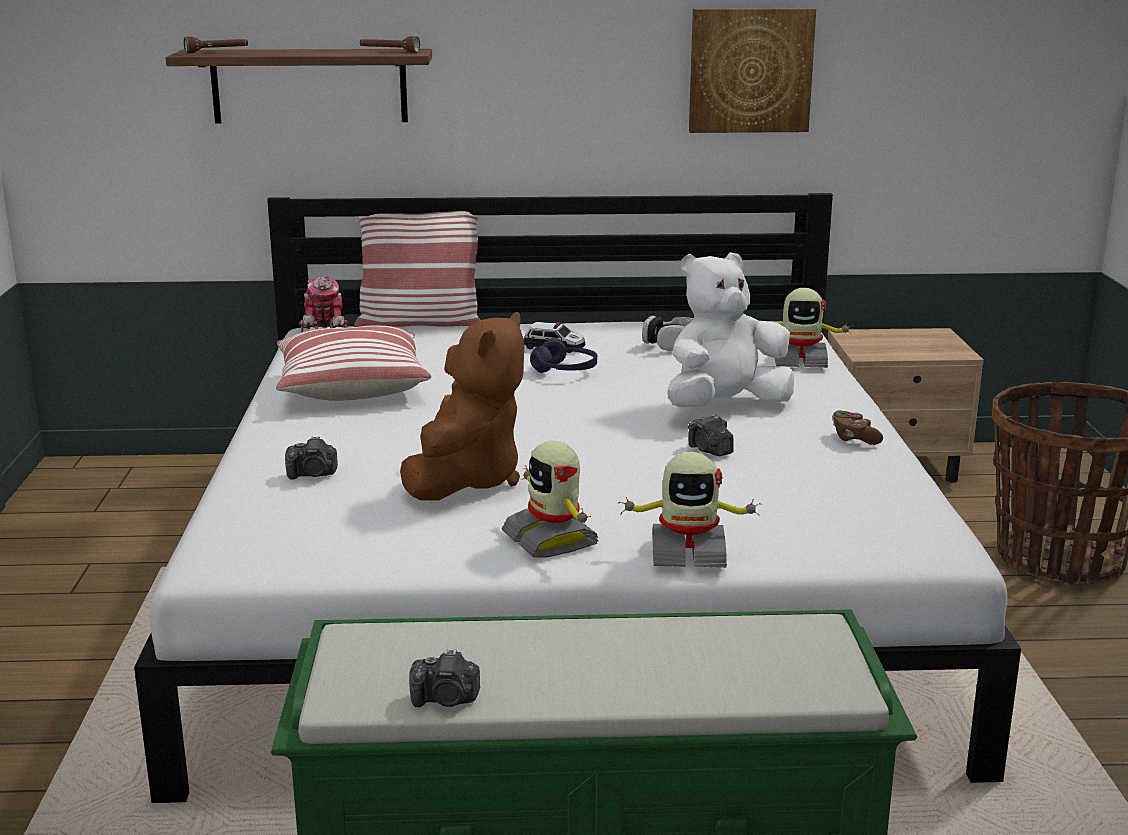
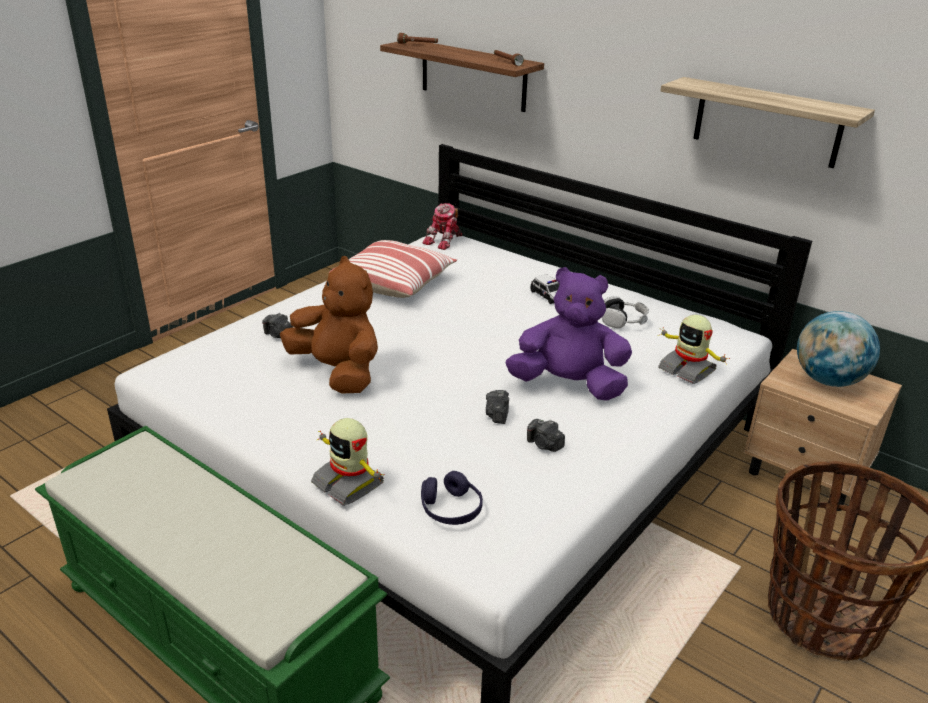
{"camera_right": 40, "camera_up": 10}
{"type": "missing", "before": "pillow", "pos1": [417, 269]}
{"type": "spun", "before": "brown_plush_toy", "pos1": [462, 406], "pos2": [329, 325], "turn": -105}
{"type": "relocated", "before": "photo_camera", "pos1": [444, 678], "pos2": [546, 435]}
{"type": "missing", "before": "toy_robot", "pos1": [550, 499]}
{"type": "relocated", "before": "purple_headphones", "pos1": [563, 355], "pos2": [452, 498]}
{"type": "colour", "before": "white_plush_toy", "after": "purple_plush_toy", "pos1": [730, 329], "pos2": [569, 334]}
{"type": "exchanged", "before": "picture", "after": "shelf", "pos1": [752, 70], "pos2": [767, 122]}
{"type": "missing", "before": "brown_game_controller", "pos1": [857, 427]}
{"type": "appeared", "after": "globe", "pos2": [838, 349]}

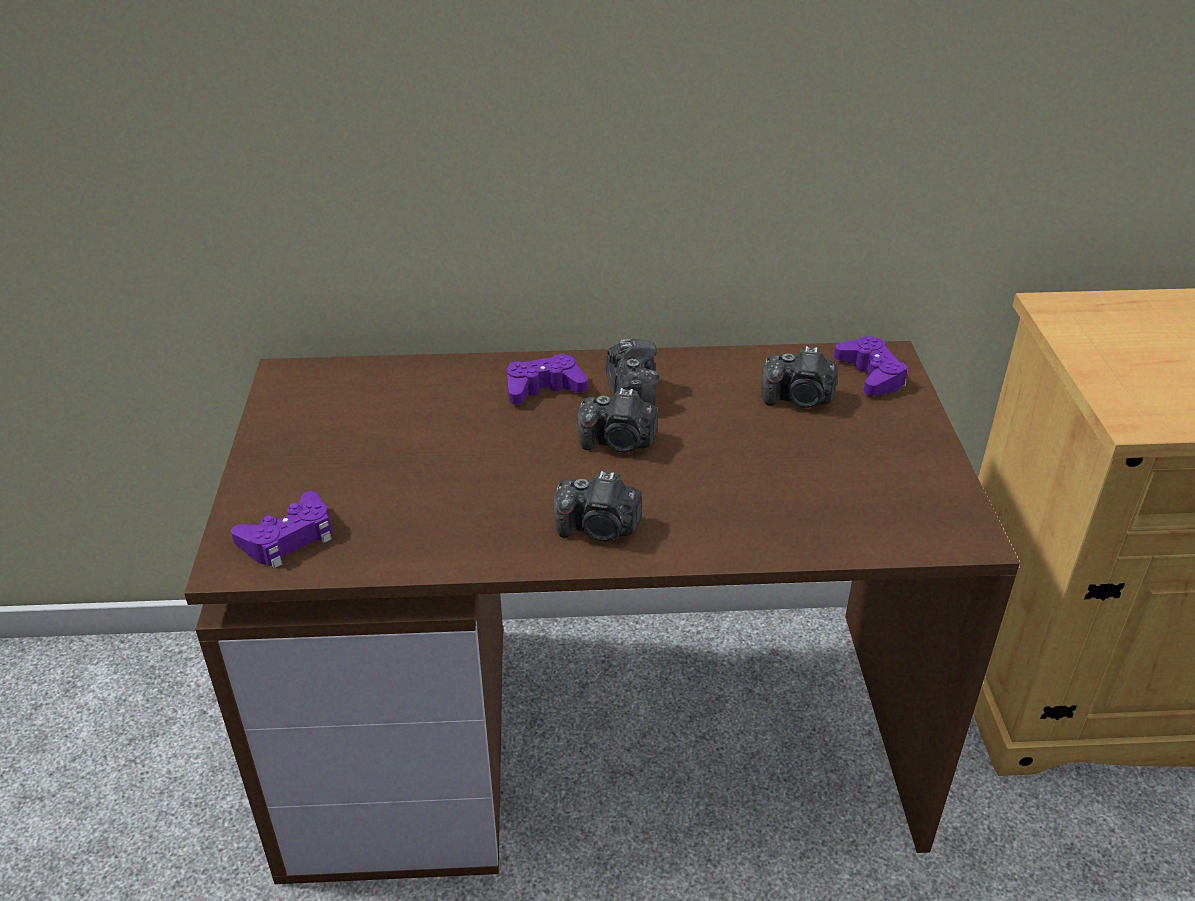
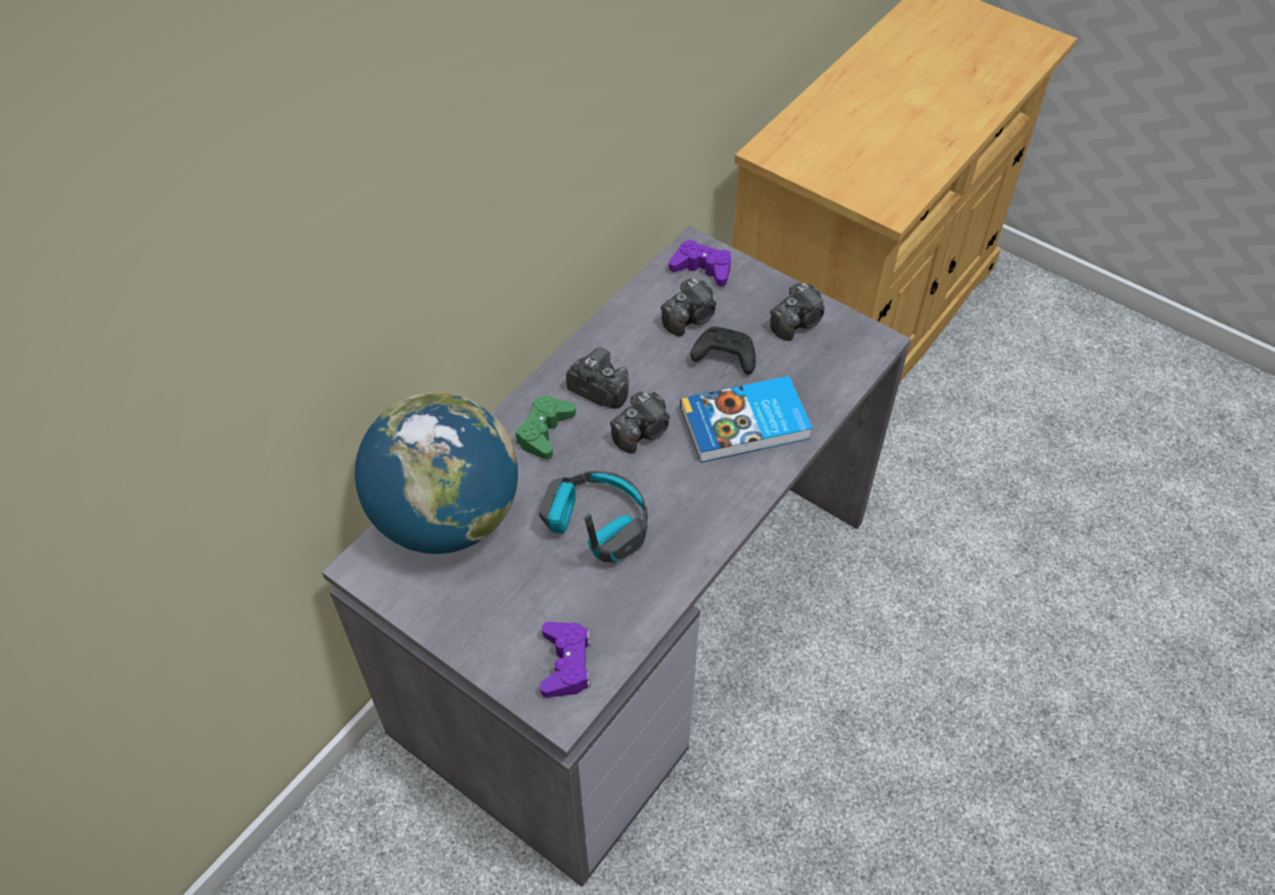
{"camera_right": -50, "camera_up": 15}
{"type": "colour", "before": "brown_desk", "after": "grey_desk", "pos1": [602, 612], "pos2": [616, 556]}
{"type": "colour", "before": "purple_game_controller", "after": "green_game_controller", "pos1": [547, 379], "pos2": [545, 427]}
{"type": "relocated", "before": "photo_camera", "pos1": [598, 506], "pos2": [797, 312]}
{"type": "appeared", "after": "globe", "pos2": [436, 473]}
{"type": "appeared", "after": "headphones", "pos2": [593, 517]}
{"type": "appeared", "after": "book", "pos2": [746, 419]}
{"type": "appeared", "after": "black_game_controller", "pos2": [723, 350]}

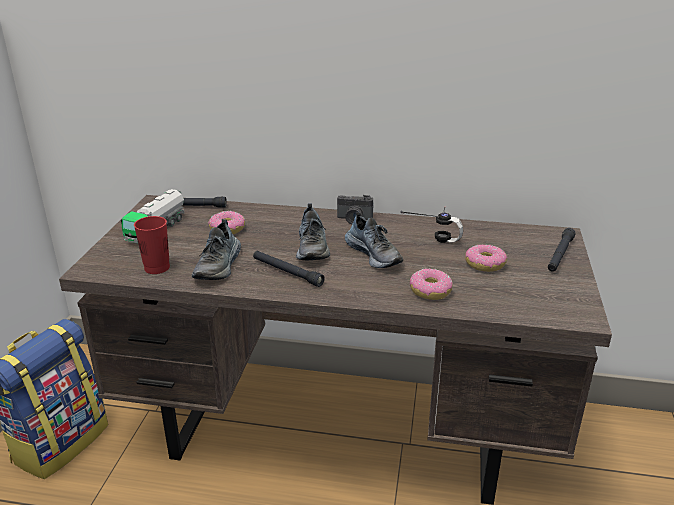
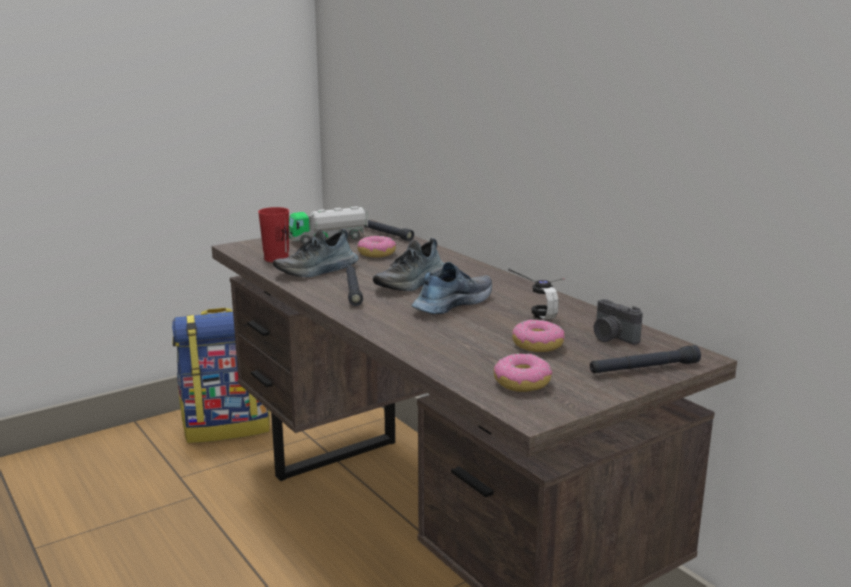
{"camera_right": 45, "camera_up": -10}
{"type": "relocated", "before": "photo_camera", "pos1": [355, 209], "pos2": [618, 322]}
{"type": "spun", "before": "shoe", "pos1": [374, 240], "pos2": [452, 288], "turn": -150}
{"type": "relocated", "before": "donut", "pos1": [431, 284], "pos2": [523, 372]}

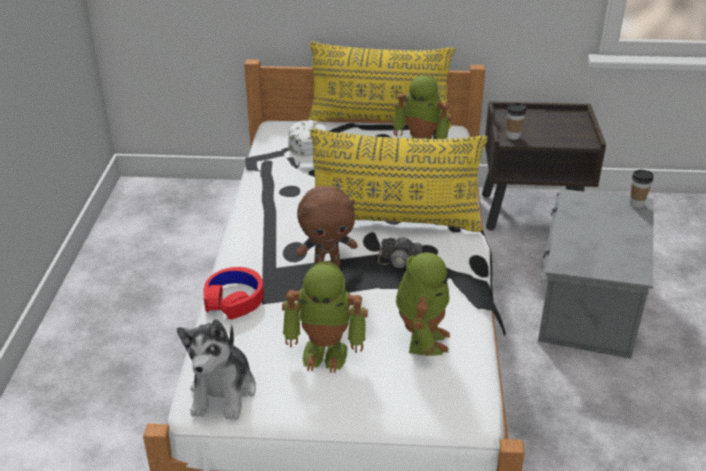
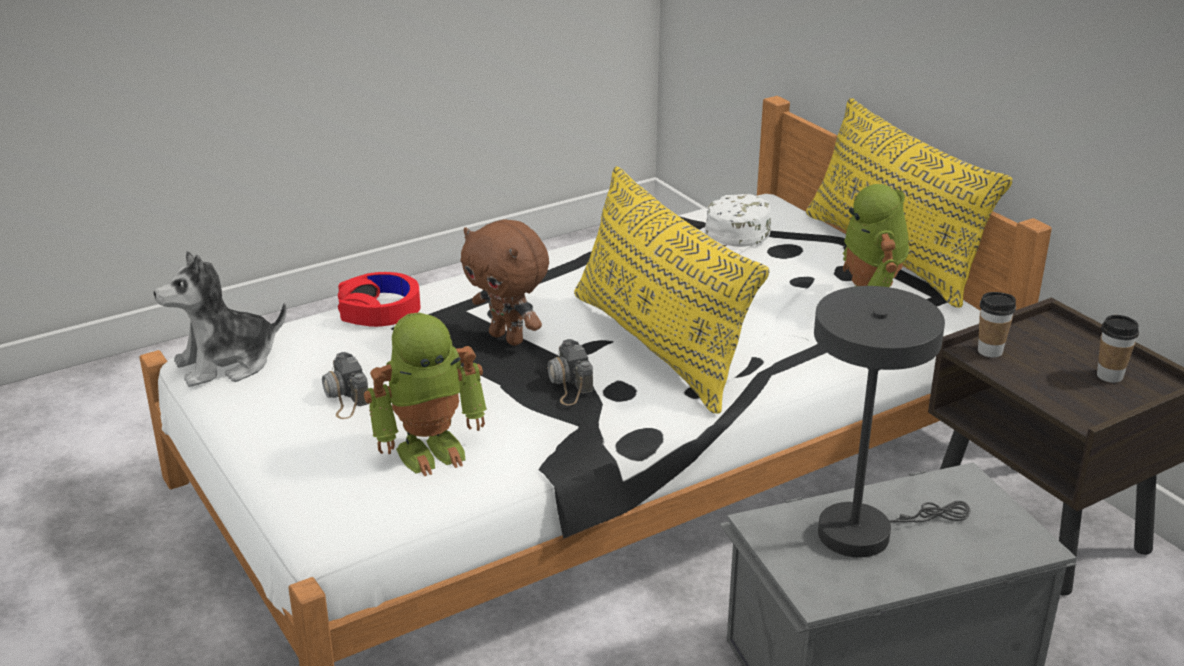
{"camera_right": 55, "camera_up": -5}
{"type": "exchanged", "before": "toy_robot", "after": "photo_camera", "pos1": [325, 317], "pos2": [345, 385]}
{"type": "relocated", "before": "cup", "pos1": [641, 189], "pos2": [1118, 349]}
{"type": "appeared", "after": "grey_table_lamp", "pos2": [892, 421]}

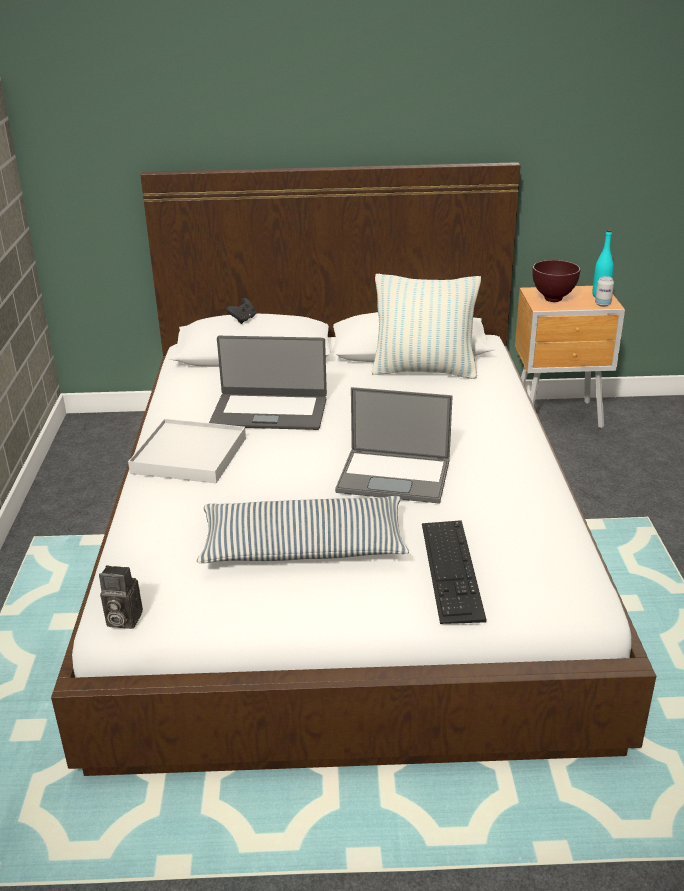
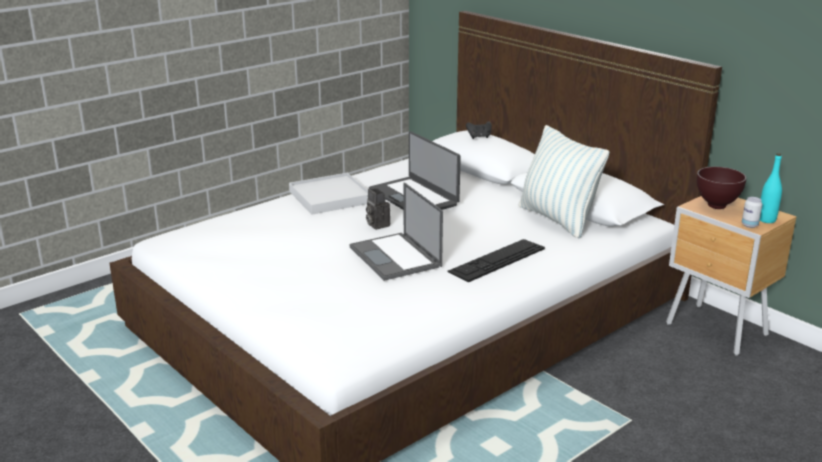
{"camera_right": 50, "camera_up": -5}
{"type": "relocated", "before": "photo_camera", "pos1": [121, 597], "pos2": [378, 209]}
{"type": "missing", "before": "pillow", "pos1": [303, 529]}
{"type": "relocated", "before": "keyboard", "pos1": [454, 572], "pos2": [496, 260]}

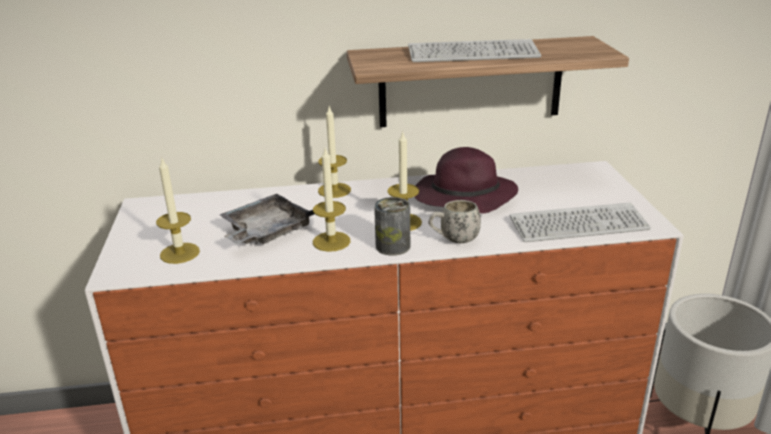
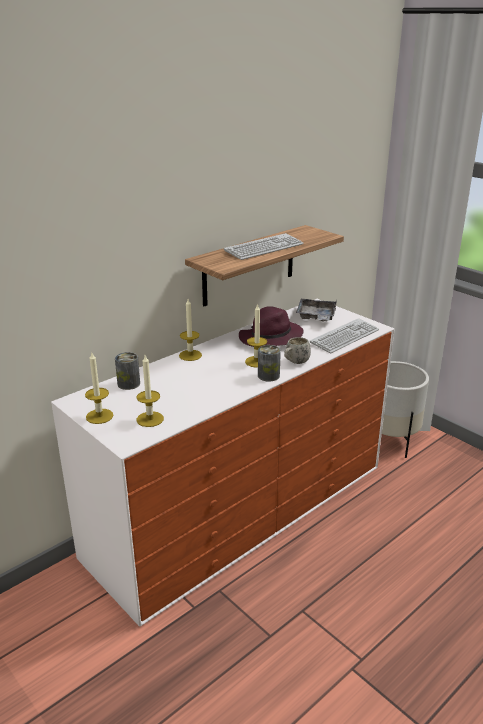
{"camera_right": -35, "camera_up": 0}
{"type": "relocated", "before": "grey_tray", "pos1": [267, 219], "pos2": [316, 310]}
{"type": "relocated", "before": "candle", "pos1": [331, 200], "pos2": [99, 387]}
{"type": "appeared", "after": "can", "pos2": [127, 371]}

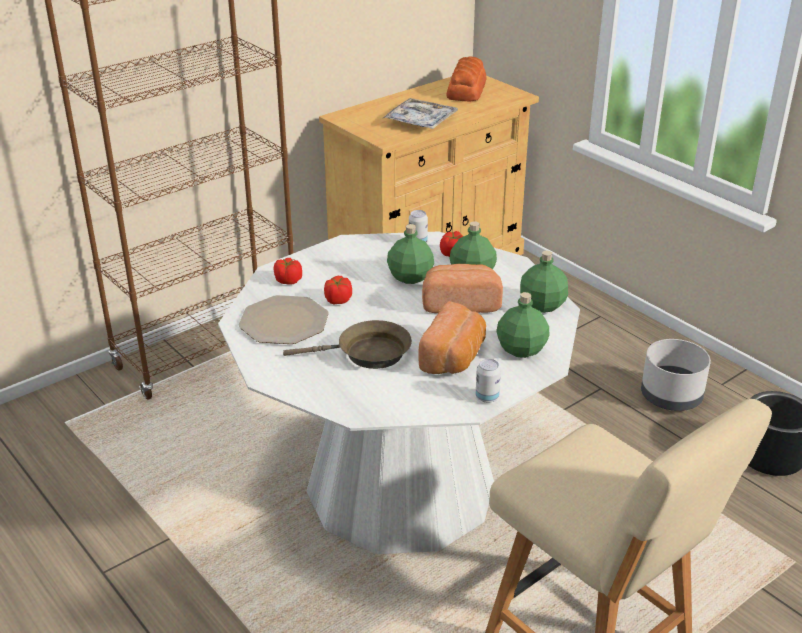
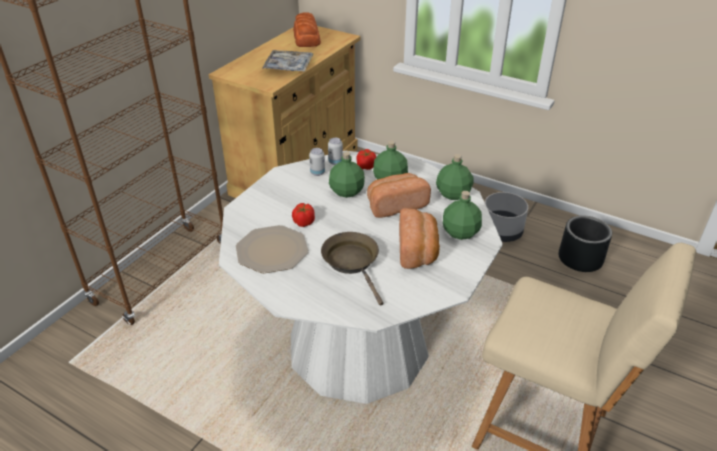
{"camera_right": -20, "camera_up": 5}
{"type": "missing", "before": "tomato", "pos1": [288, 271]}
{"type": "spun", "before": "brown_frying_pan", "pos1": [347, 344], "pos2": [352, 269], "turn": -90}
{"type": "relocated", "before": "can", "pos1": [488, 381], "pos2": [317, 162]}

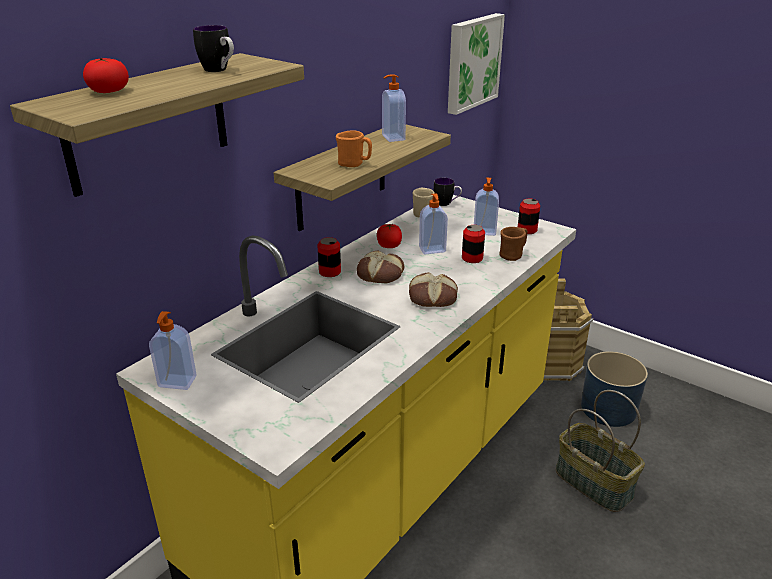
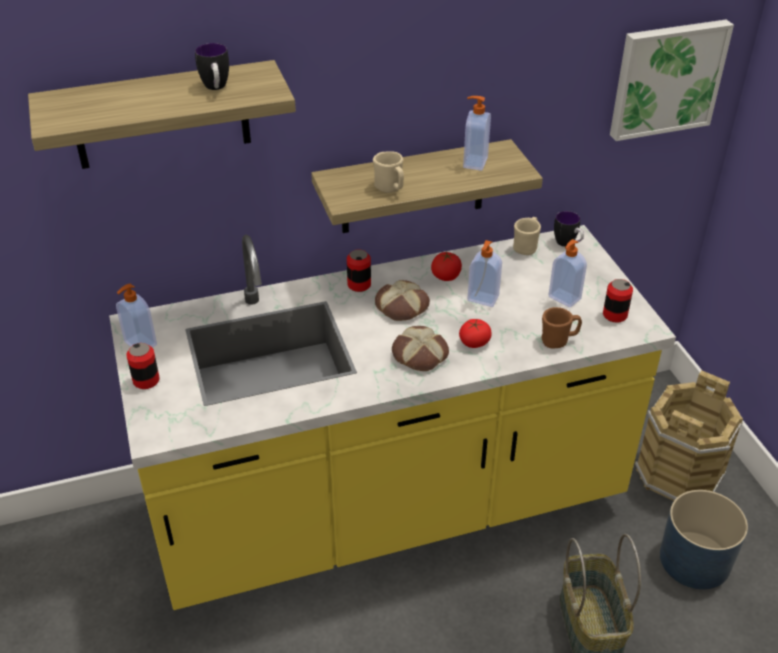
{"camera_right": 35, "camera_up": 10}
{"type": "relocated", "before": "tomato", "pos1": [106, 75], "pos2": [475, 333]}
{"type": "colour", "before": "orange_mug", "after": "beige_mug", "pos1": [354, 148], "pos2": [388, 172]}
{"type": "relocated", "before": "can", "pos1": [473, 244], "pos2": [143, 366]}

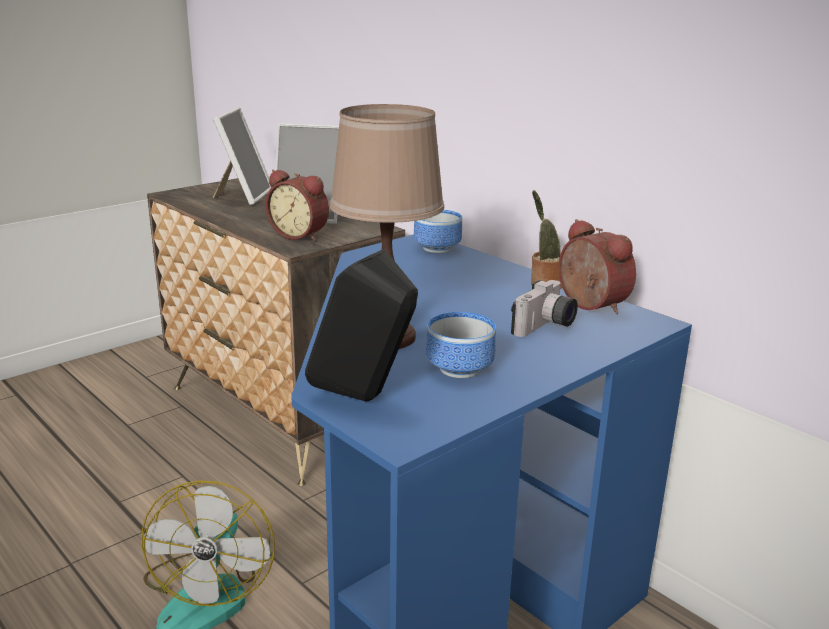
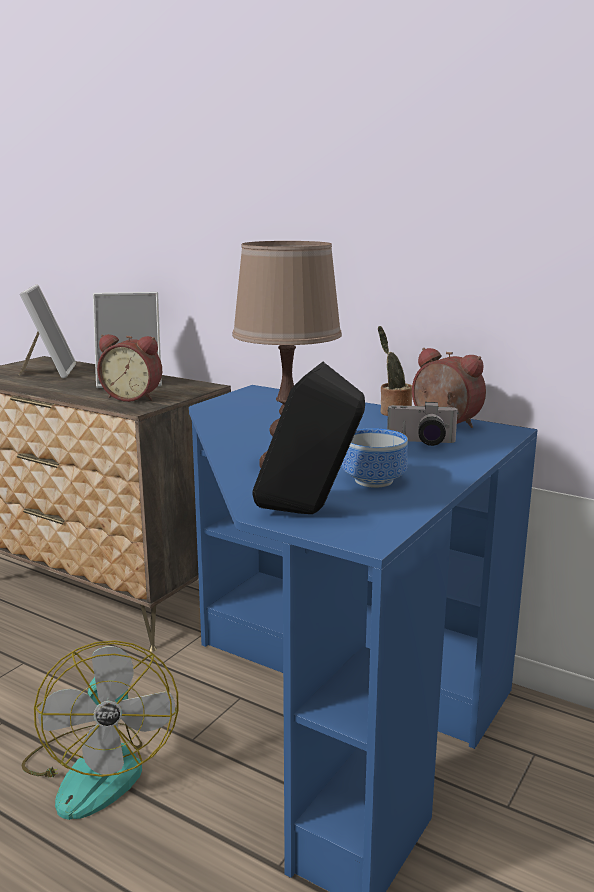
{"camera_right": -15, "camera_up": -5}
{"type": "missing", "before": "bowl", "pos1": [438, 231]}
{"type": "spun", "before": "photo_camera", "pos1": [544, 308], "pos2": [423, 424], "turn": 75}

